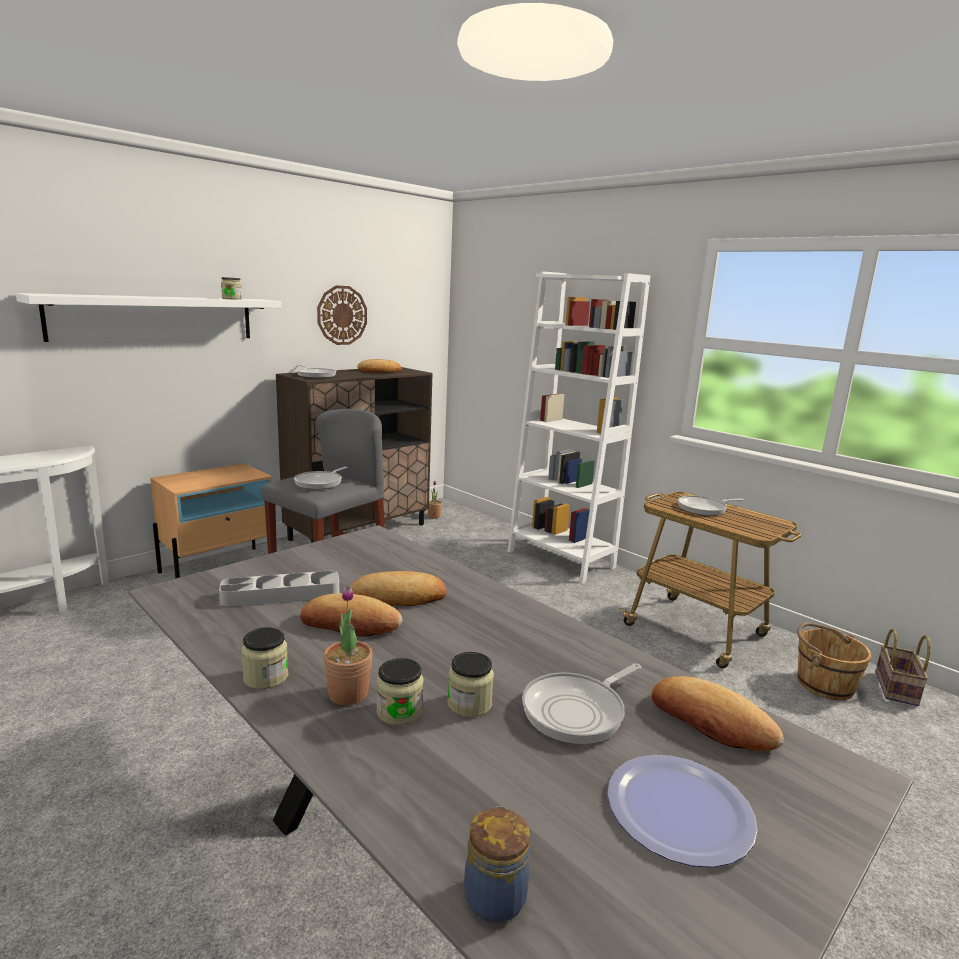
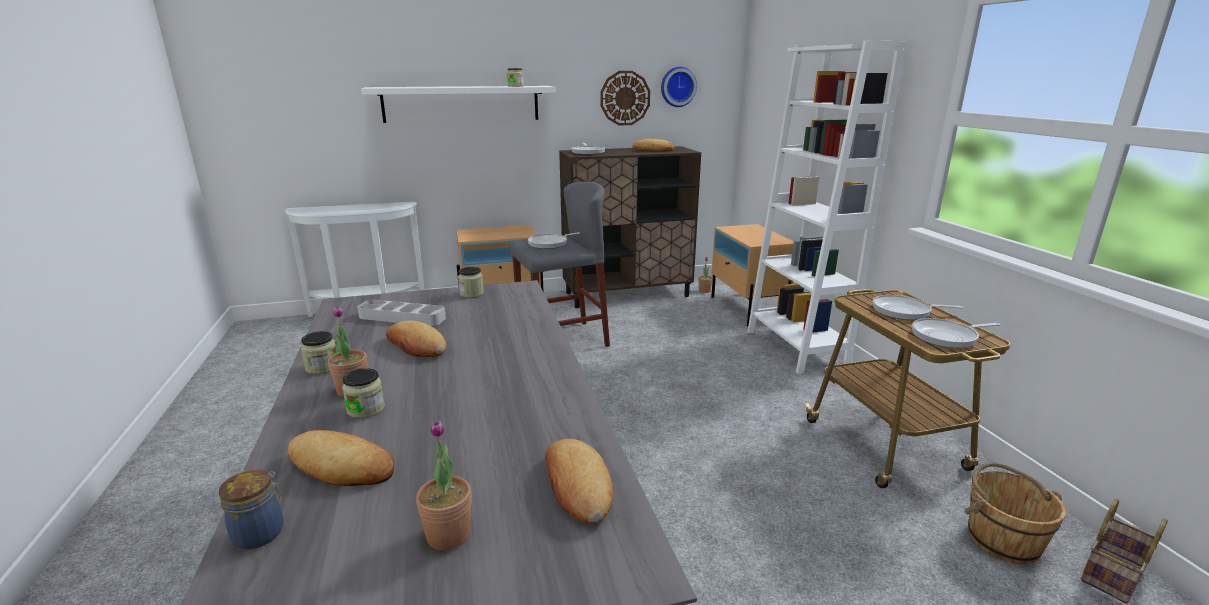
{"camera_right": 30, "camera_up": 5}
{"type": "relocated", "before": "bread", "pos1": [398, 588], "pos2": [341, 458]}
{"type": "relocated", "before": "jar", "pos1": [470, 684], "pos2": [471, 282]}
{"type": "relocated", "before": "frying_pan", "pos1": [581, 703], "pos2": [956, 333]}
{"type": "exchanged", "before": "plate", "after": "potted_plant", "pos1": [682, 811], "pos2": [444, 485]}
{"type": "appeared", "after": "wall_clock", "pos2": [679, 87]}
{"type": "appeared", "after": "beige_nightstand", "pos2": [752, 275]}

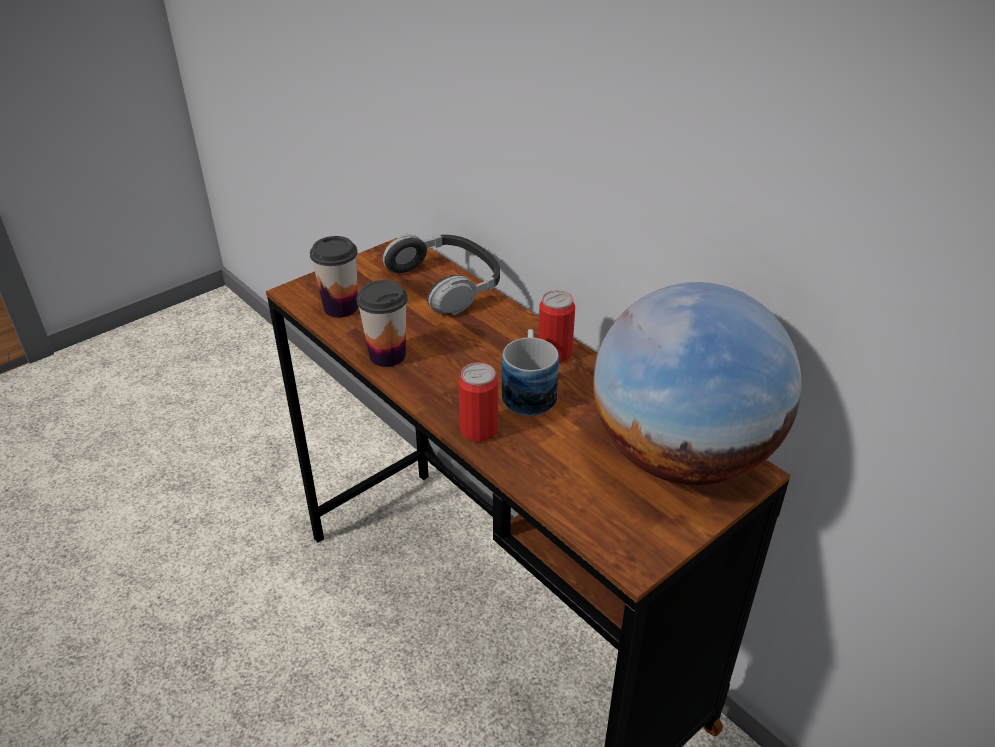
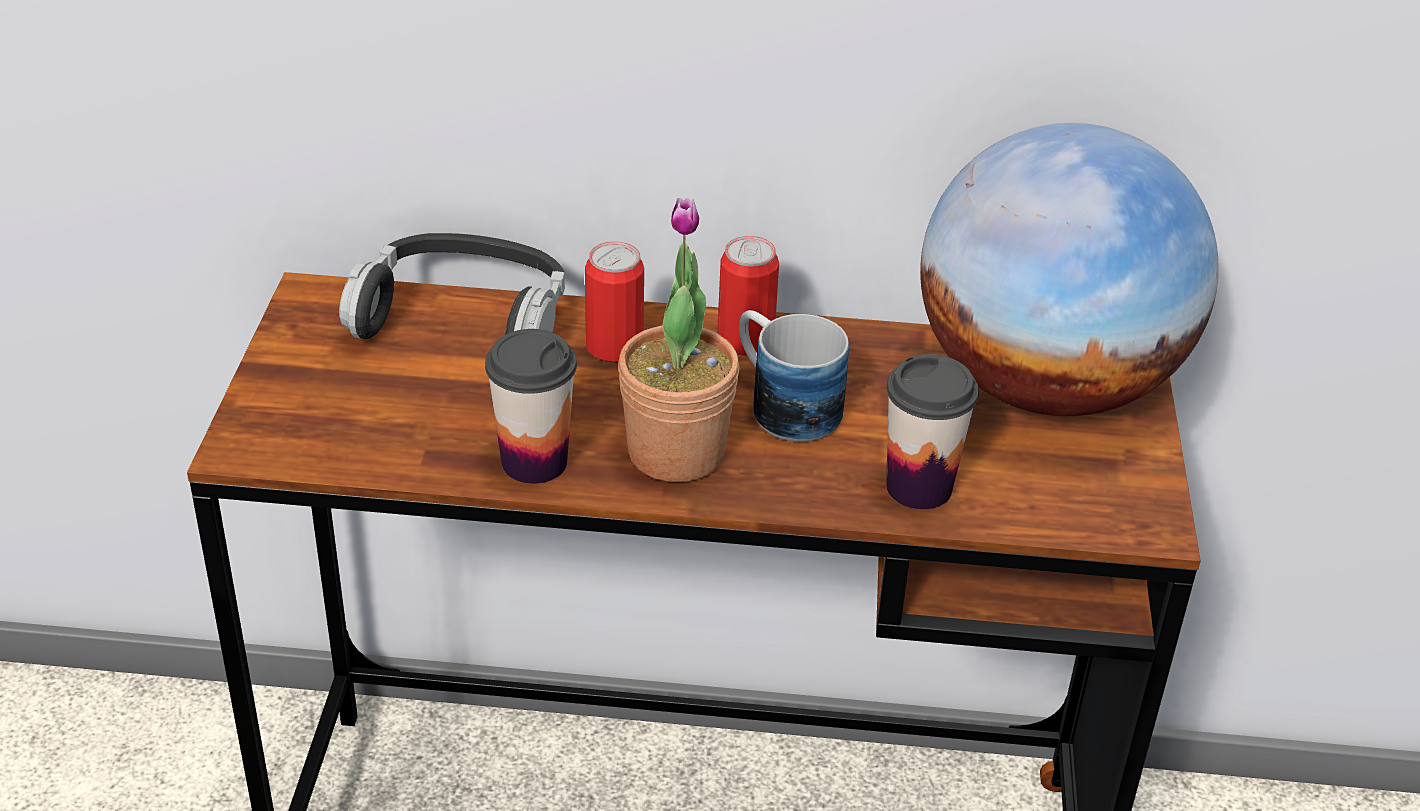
{"camera_right": -45, "camera_up": 0}
{"type": "relocated", "before": "cup", "pos1": [334, 277], "pos2": [932, 431]}
{"type": "relocated", "before": "can", "pos1": [478, 402], "pos2": [614, 301]}
{"type": "appeared", "after": "potted_plant", "pos2": [678, 340]}

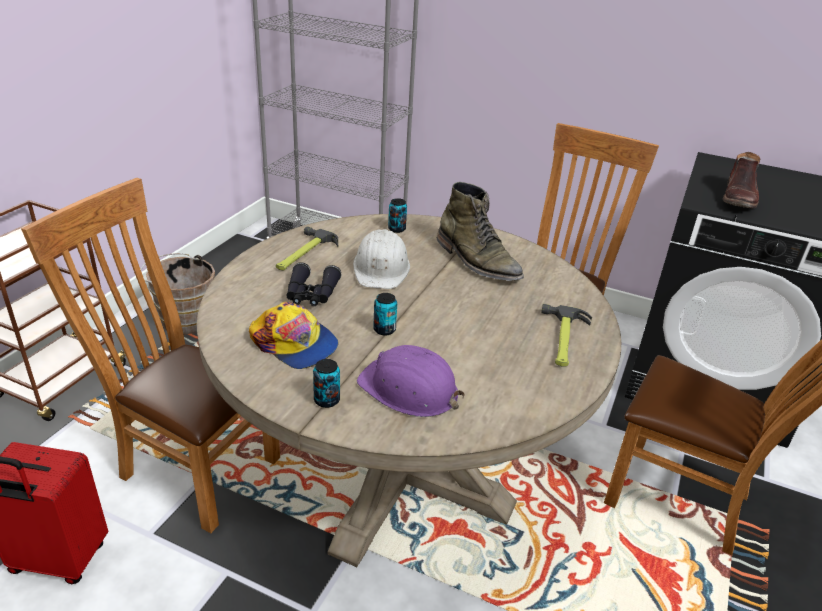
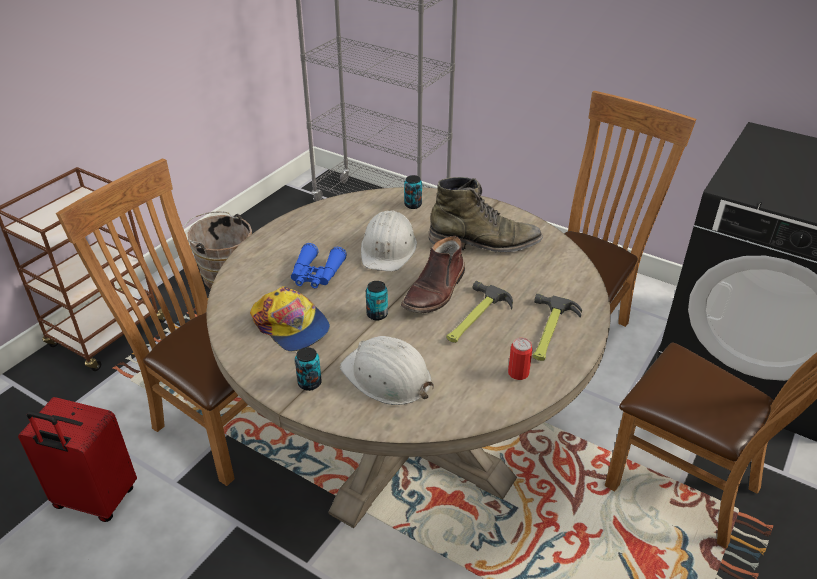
{"camera_right": 10, "camera_up": 5}
{"type": "relocated", "before": "hammer", "pos1": [307, 248], "pos2": [479, 312]}
{"type": "colour", "before": "black_binoculars", "after": "blue_binoculars", "pos1": [313, 284], "pos2": [319, 265]}
{"type": "colour", "before": "purple_hard_hat", "after": "white_hard_hat", "pos1": [411, 381], "pos2": [387, 370]}
{"type": "spun", "before": "green_boot", "pos1": [480, 231], "pos2": [486, 214], "turn": -60}
{"type": "relocated", "before": "brown_boot", "pos1": [741, 180], "pos2": [433, 274]}
{"type": "appeared", "after": "can", "pos2": [520, 359]}

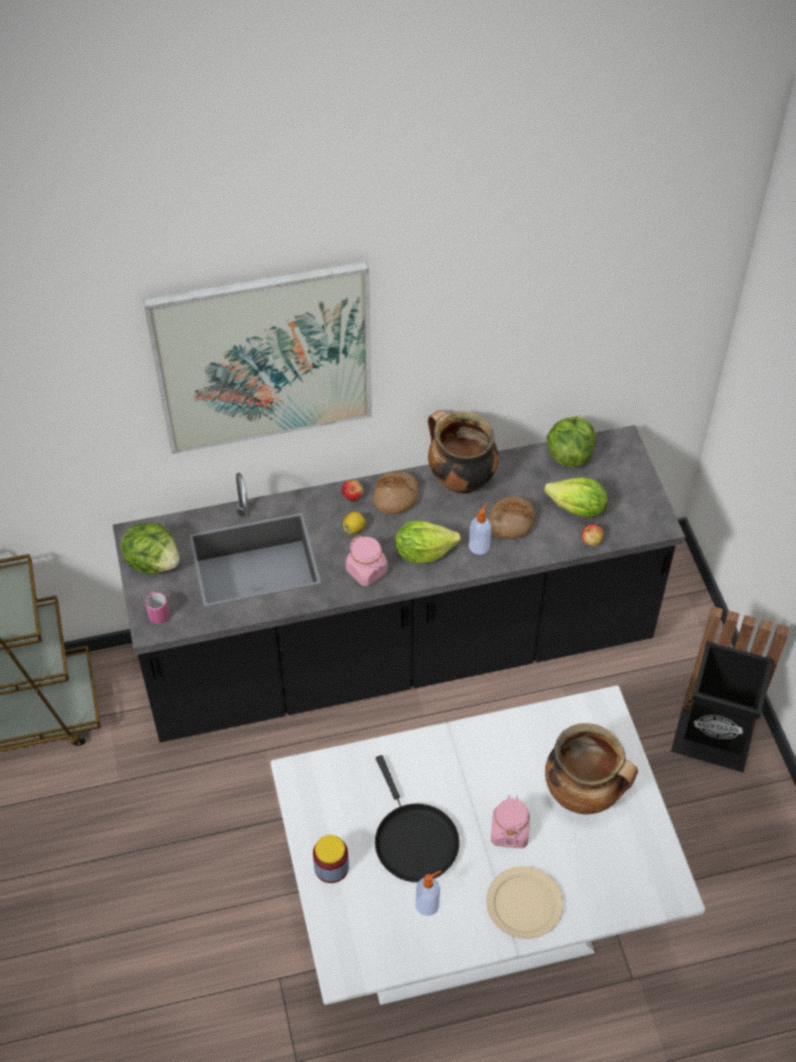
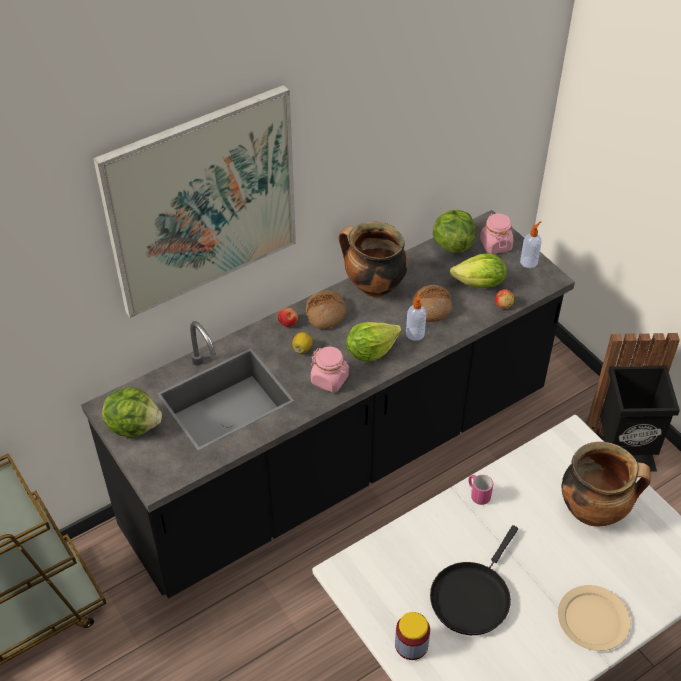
{"camera_right": -20, "camera_up": -5}
{"type": "relocated", "before": "pink_mug", "pos1": [157, 607], "pos2": [480, 490]}
{"type": "spun", "before": "black_frying_pan", "pos1": [417, 818], "pos2": [474, 580], "turn": 75}
{"type": "relocated", "before": "soap_dispenser", "pos1": [429, 893], "pos2": [531, 244]}
{"type": "relocated", "before": "pink_jar", "pos1": [510, 821], "pos2": [497, 233]}

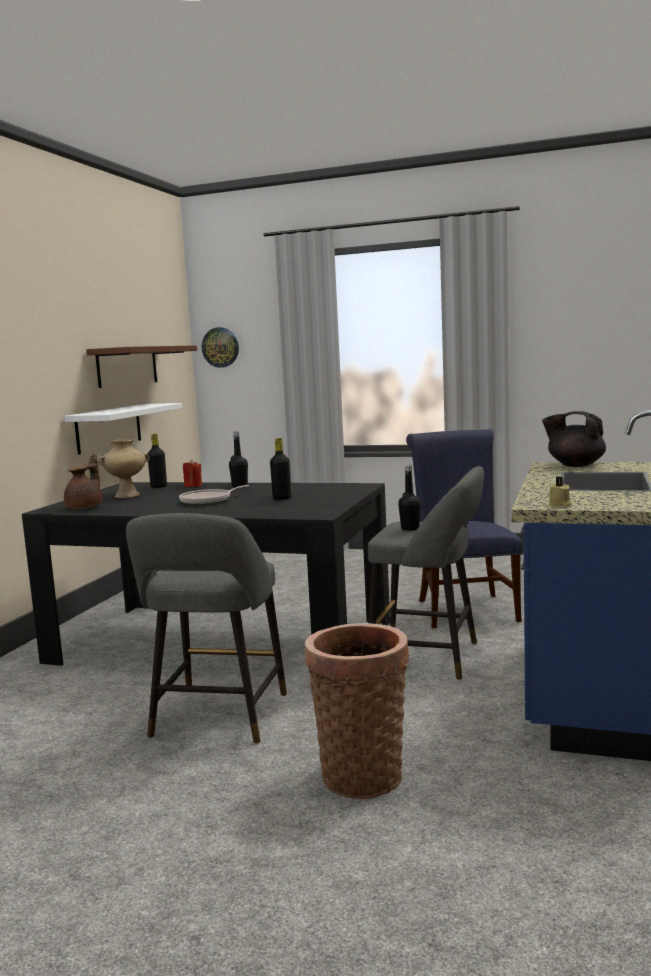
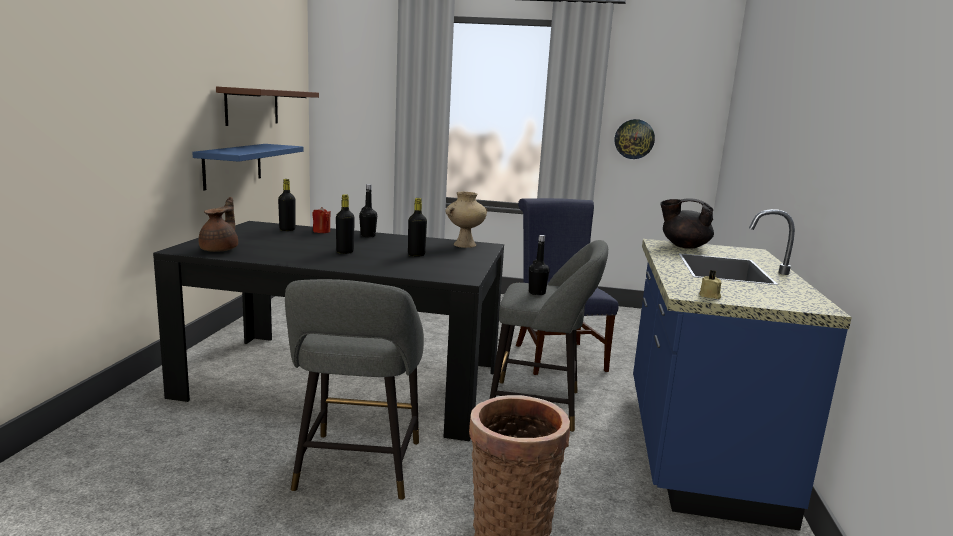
{"camera_right": -10, "camera_up": 5}
{"type": "colour", "before": "white_shelf", "after": "blue_shelf", "pos1": [123, 429], "pos2": [248, 167]}
{"type": "relocated", "before": "beige_vase", "pos1": [123, 468], "pos2": [466, 220]}
{"type": "exchanged", "before": "frying_pan", "after": "black_bottle", "pos1": [214, 495], "pos2": [345, 224]}
{"type": "relocated", "before": "wall_clock", "pos1": [220, 347], "pos2": [635, 139]}

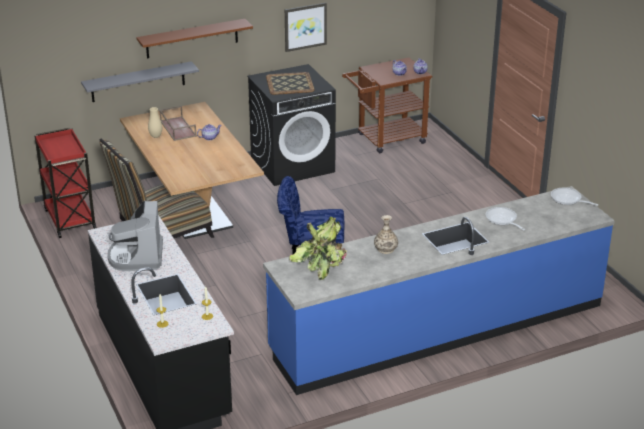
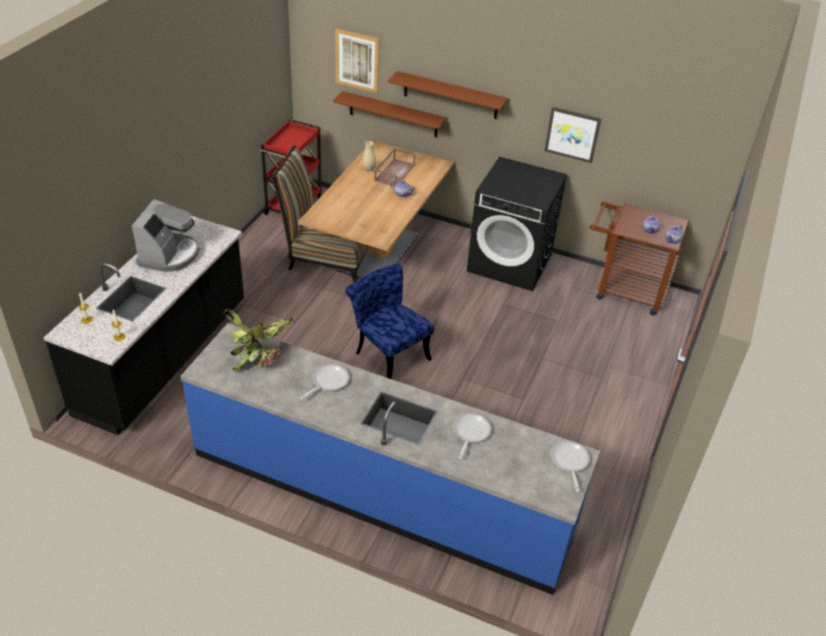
{"camera_right": 45, "camera_up": 10}
{"type": "colour", "before": "grey_shelf", "after": "brown_shelf", "pos1": [140, 81], "pos2": [390, 114]}
{"type": "spun", "before": "coffee_machine", "pos1": [135, 235], "pos2": [166, 235], "turn": 150}
{"type": "missing", "before": "tray", "pos1": [290, 83]}
{"type": "exchanged", "before": "vase", "after": "frying_pan", "pos1": [386, 234], "pos2": [324, 381]}
{"type": "appeared", "after": "picture", "pos2": [357, 61]}

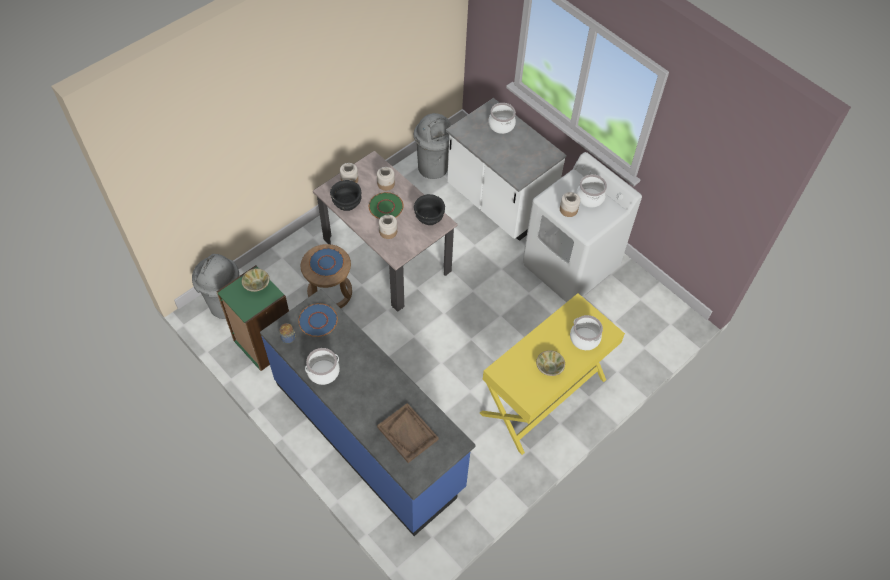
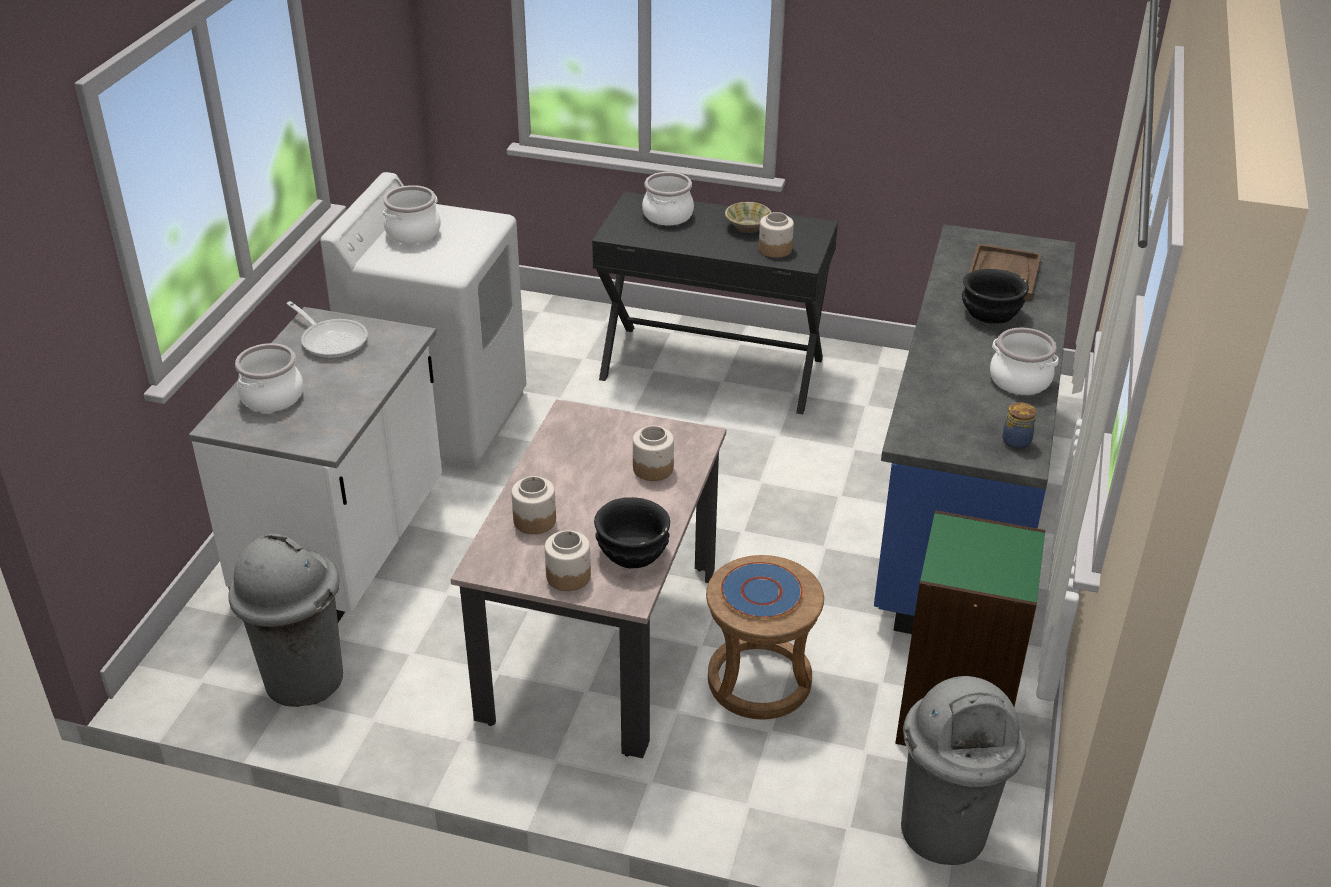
{"camera_right": -120, "camera_up": -20}
{"type": "missing", "before": "beige_bowl", "pos1": [255, 280]}
{"type": "missing", "before": "blue_plate", "pos1": [318, 320]}
{"type": "missing", "before": "green_plate", "pos1": [386, 205]}
{"type": "relocated", "before": "black_bowl", "pos1": [429, 209], "pos2": [995, 296]}
{"type": "colour", "before": "yellow_desk", "after": "black_desk", "pos1": [552, 374], "pos2": [715, 303]}
{"type": "relocated", "before": "jar", "pos1": [570, 204], "pos2": [776, 235]}
{"type": "appeared", "after": "frying_pan", "pos2": [327, 329]}

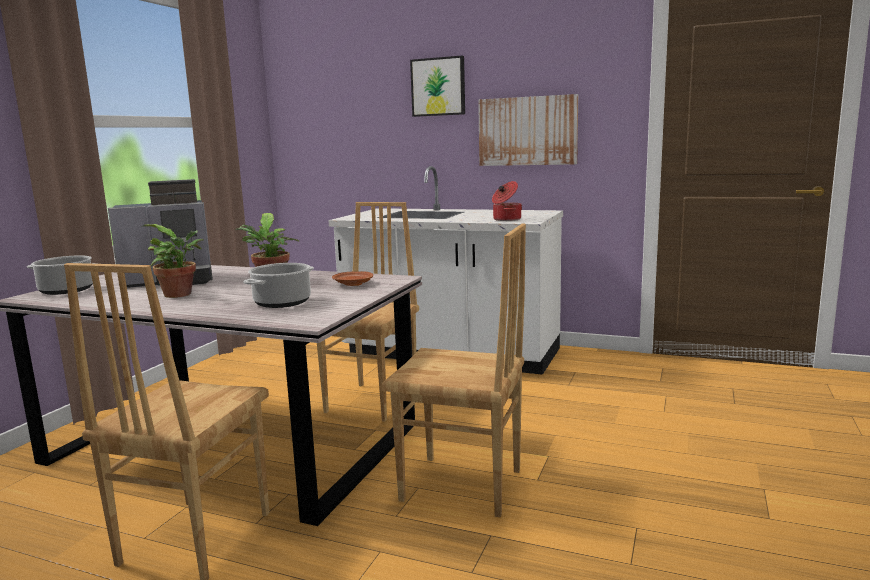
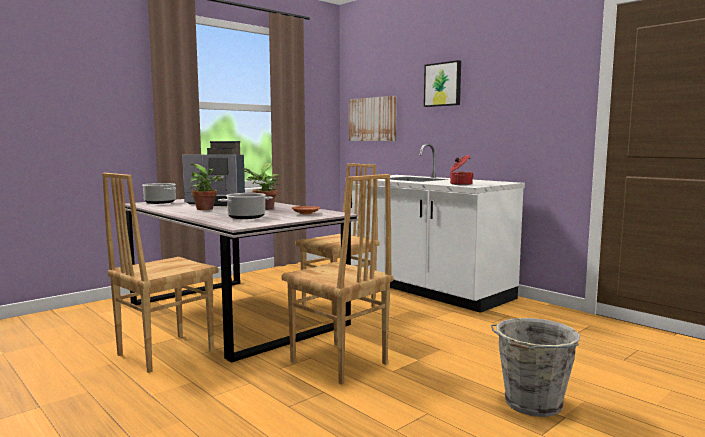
{"camera_right": 25, "camera_up": -5}
{"type": "relocated", "before": "picture", "pos1": [528, 130], "pos2": [373, 118]}
{"type": "appeared", "after": "grey_bucket", "pos2": [535, 367]}

